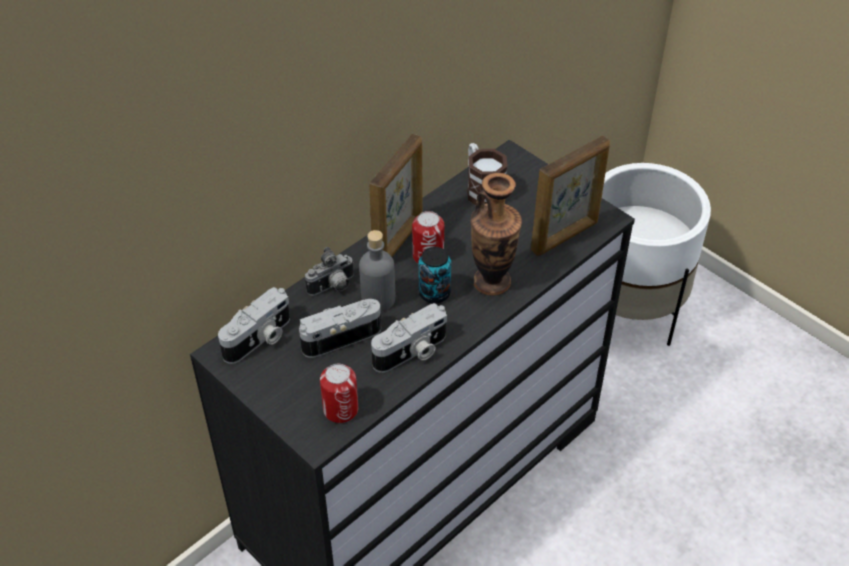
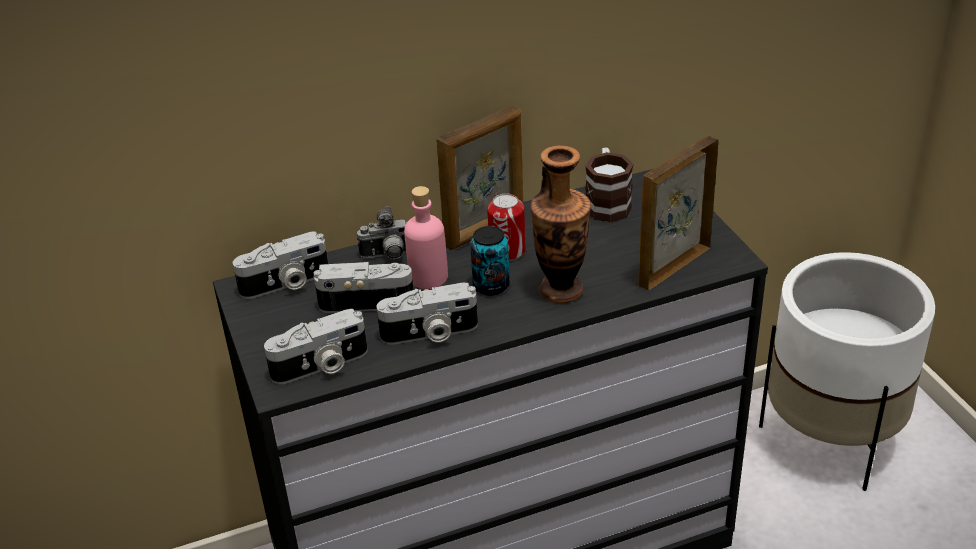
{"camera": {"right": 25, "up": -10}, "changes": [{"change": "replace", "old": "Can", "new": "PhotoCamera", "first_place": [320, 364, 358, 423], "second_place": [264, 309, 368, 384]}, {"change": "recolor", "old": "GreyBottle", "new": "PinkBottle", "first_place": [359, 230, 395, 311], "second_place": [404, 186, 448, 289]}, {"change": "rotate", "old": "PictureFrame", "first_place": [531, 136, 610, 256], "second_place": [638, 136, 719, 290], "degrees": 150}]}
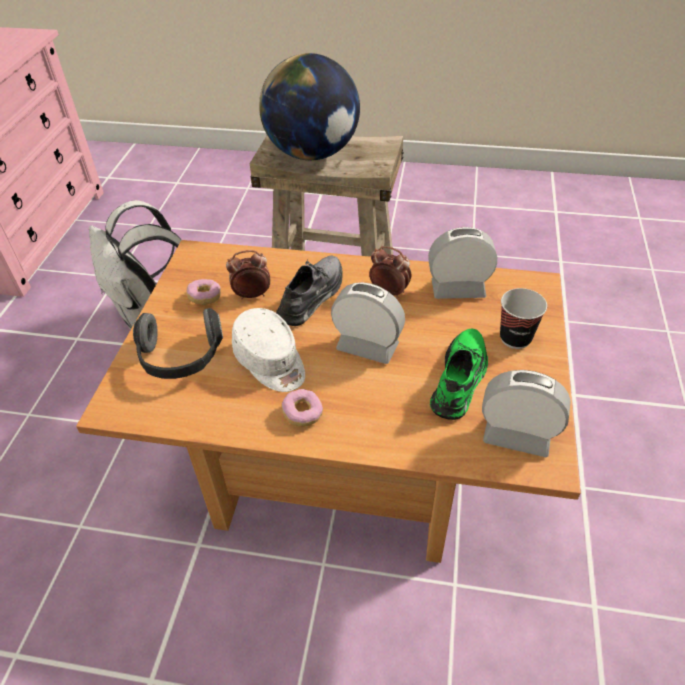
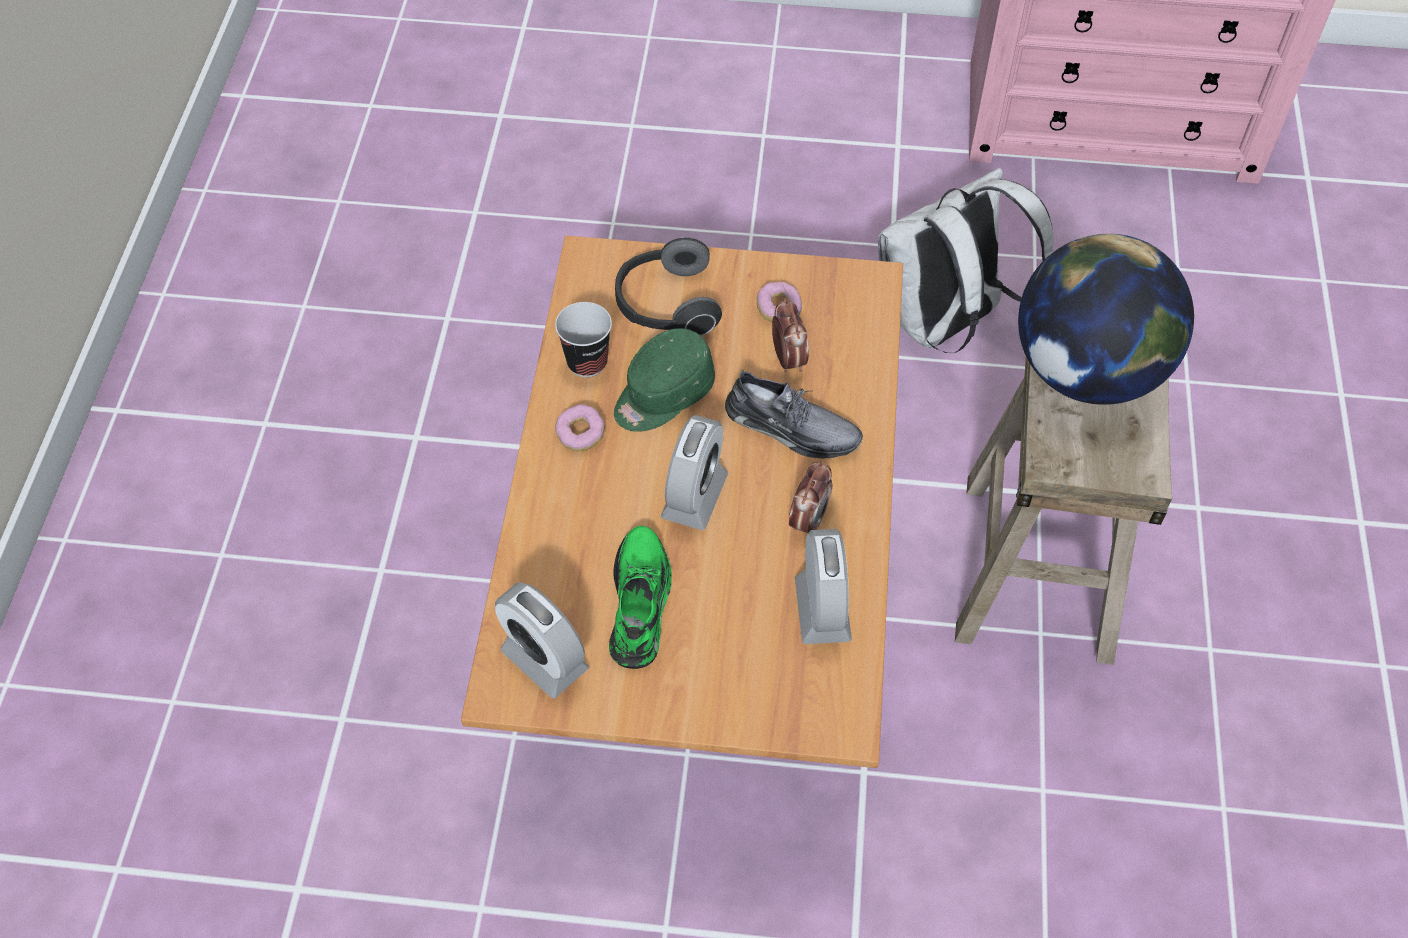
{"camera": {"right": 85, "up": 10}, "changes": [{"change": "move", "old": "Cup", "first_place": [500, 288, 547, 349], "second_place": [555, 302, 612, 377]}, {"change": "recolor", "old": "WhiteCap", "new": "GreenCap", "first_place": [232, 308, 305, 392], "second_place": [614, 328, 715, 432]}, {"change": "rotate", "old": "GreenShoe", "first_place": [430, 328, 488, 420], "second_place": [609, 526, 672, 669], "degrees": -105}, {"change": "rotate", "old": "AlarmClock", "first_place": [482, 370, 571, 457], "second_place": [495, 583, 589, 698], "degrees": 120}]}
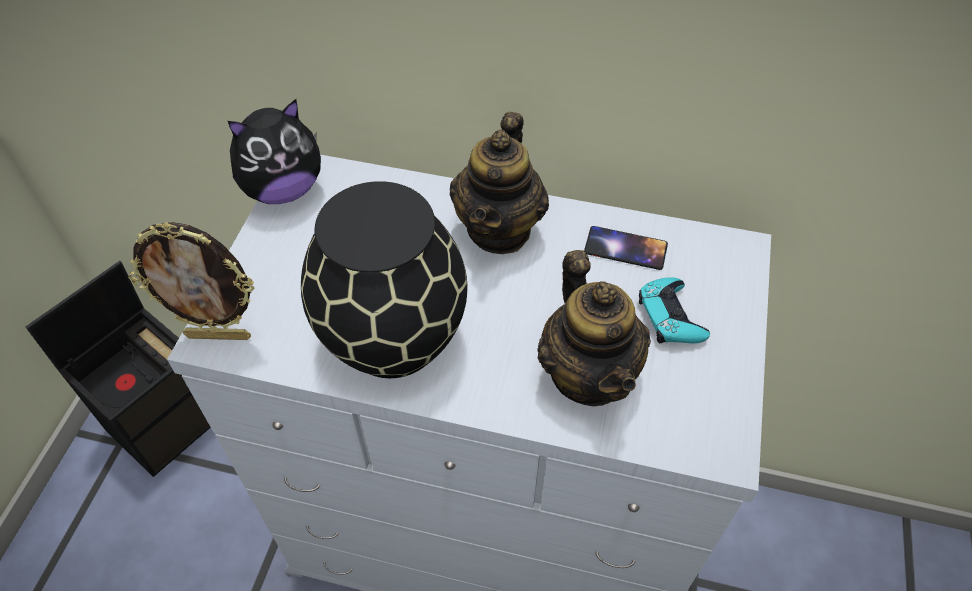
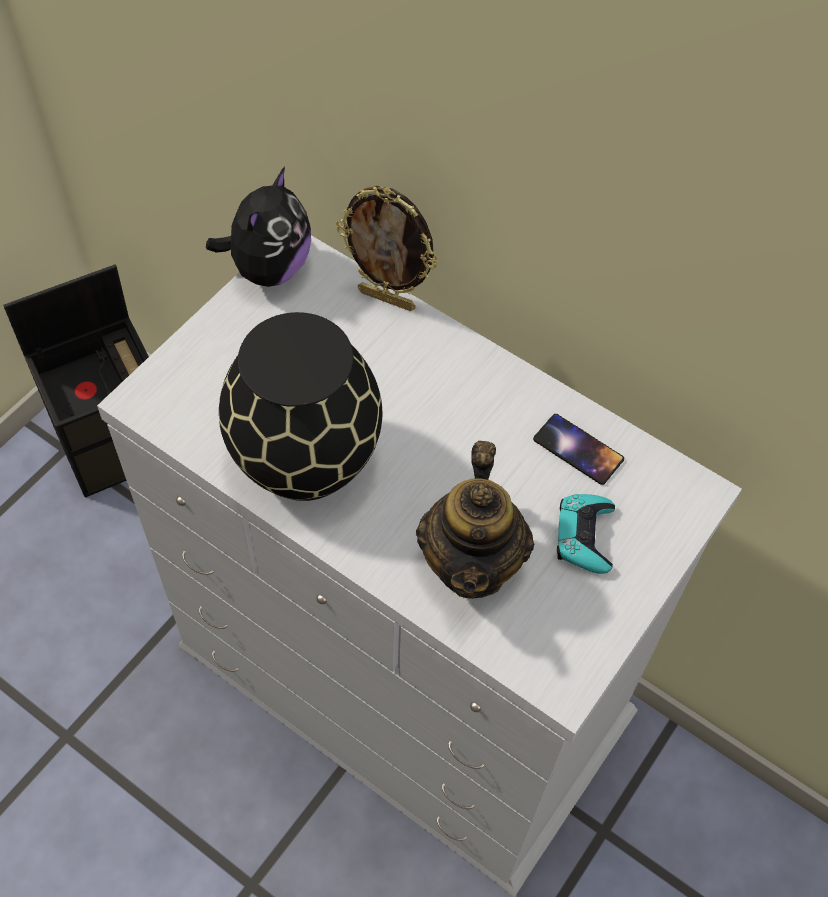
{"camera": {"right": 20, "up": 5}, "changes": [{"change": "delete", "old": "Teapot", "first_place": [450, 112, 549, 254]}, {"change": "move", "old": "PictureFrame", "first_place": [128, 222, 254, 340], "second_place": [336, 186, 438, 311]}, {"change": "rotate", "old": "PlushToy", "first_place": [228, 99, 321, 204], "second_place": [206, 167, 311, 287], "degrees": -60}]}
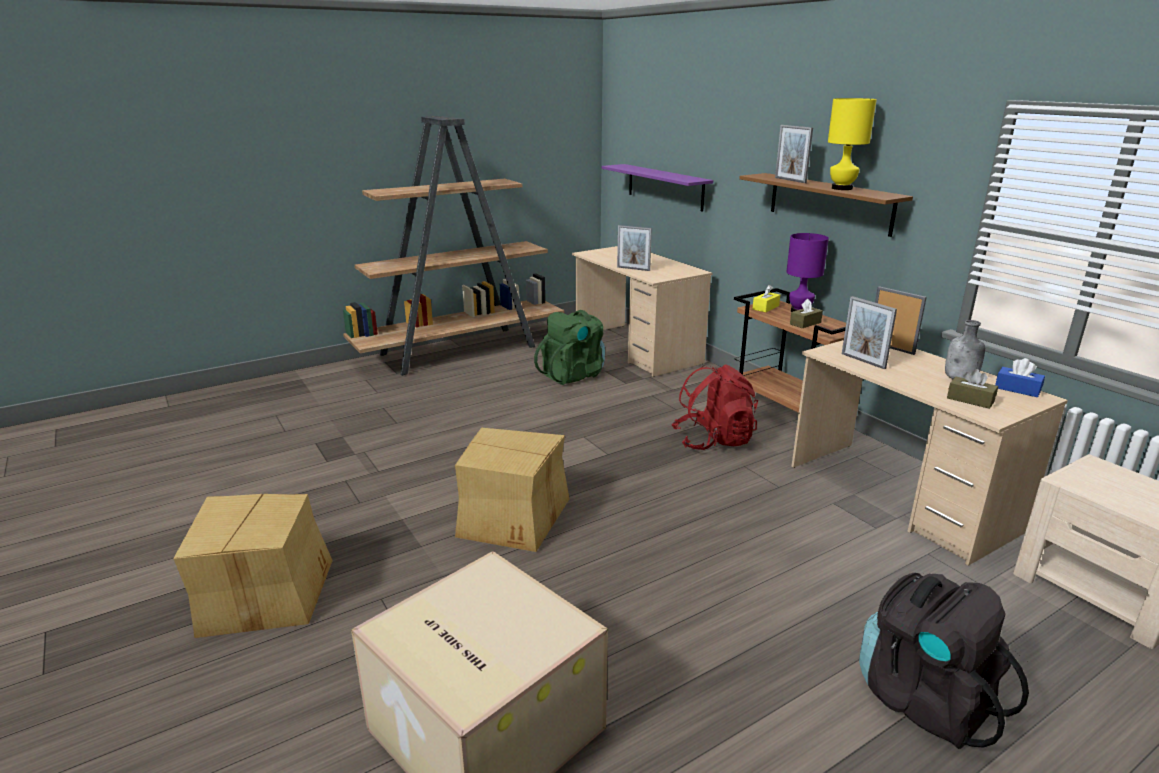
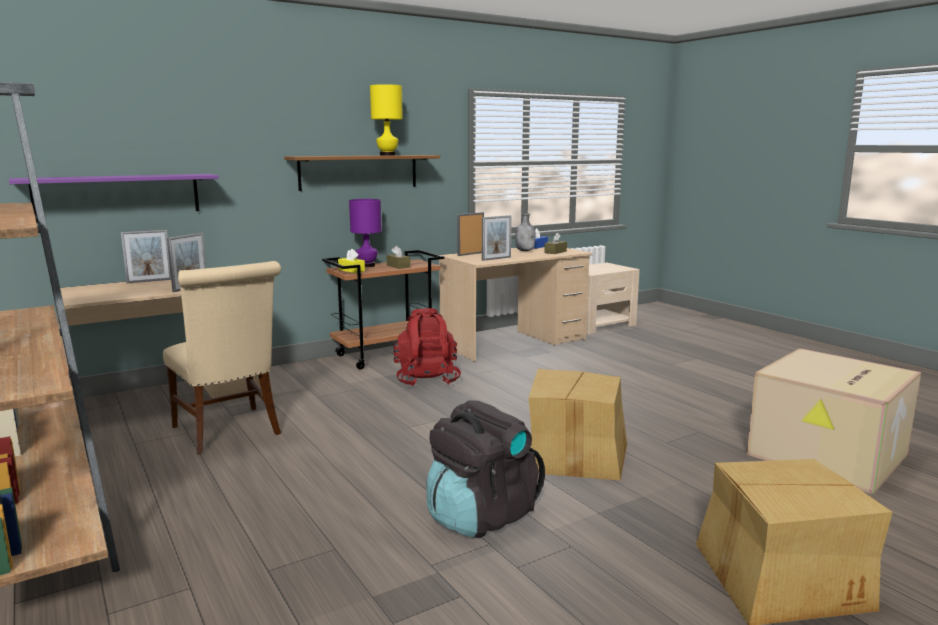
{"camera": {"right": -90, "up": -10}, "changes": [{"change": "move", "old": "PictureFrame", "first_place": [775, 125, 813, 183], "second_place": [121, 229, 171, 283]}, {"change": "move", "old": "BlackBackpack", "first_place": [859, 573, 1029, 749], "second_place": [427, 400, 545, 538]}, {"change": "replace", "old": "GreenBackpack", "new": "BeigeChair", "first_place": [534, 310, 605, 385], "second_place": [163, 261, 281, 455]}]}
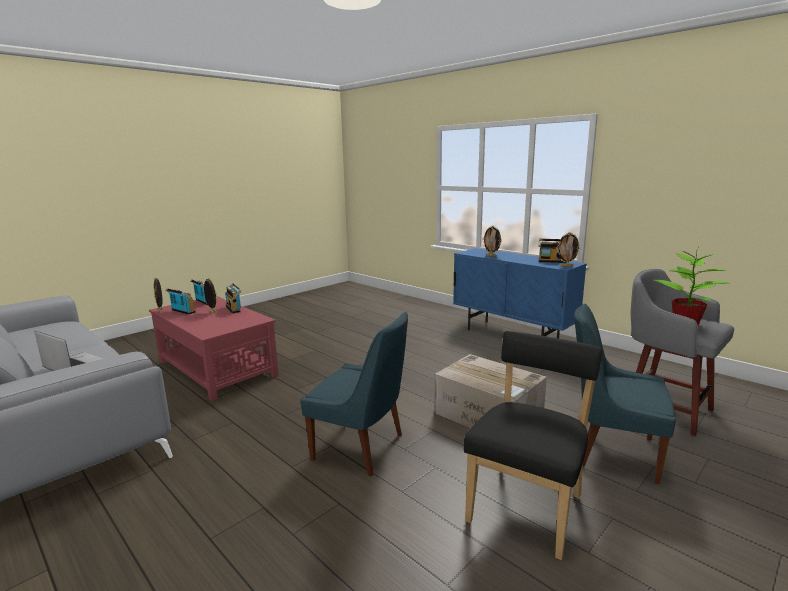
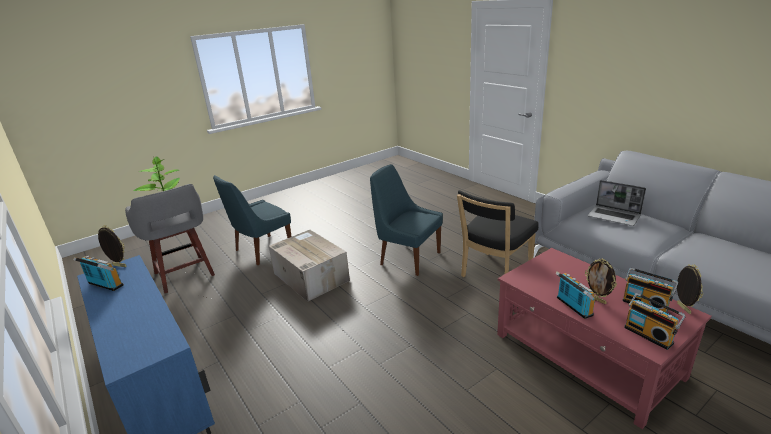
{"camera": {"right": -170, "up": 10}, "changes": [{"change": "delete", "old": "PictureFrame", "first_place": [482, 226, 502, 257]}, {"change": "move", "old": "BlackChair", "first_place": [464, 331, 603, 560], "second_place": [457, 190, 539, 277]}, {"change": "rotate", "old": "BlueChair", "first_place": [574, 304, 676, 484], "second_place": [213, 175, 291, 265], "degrees": 105}]}
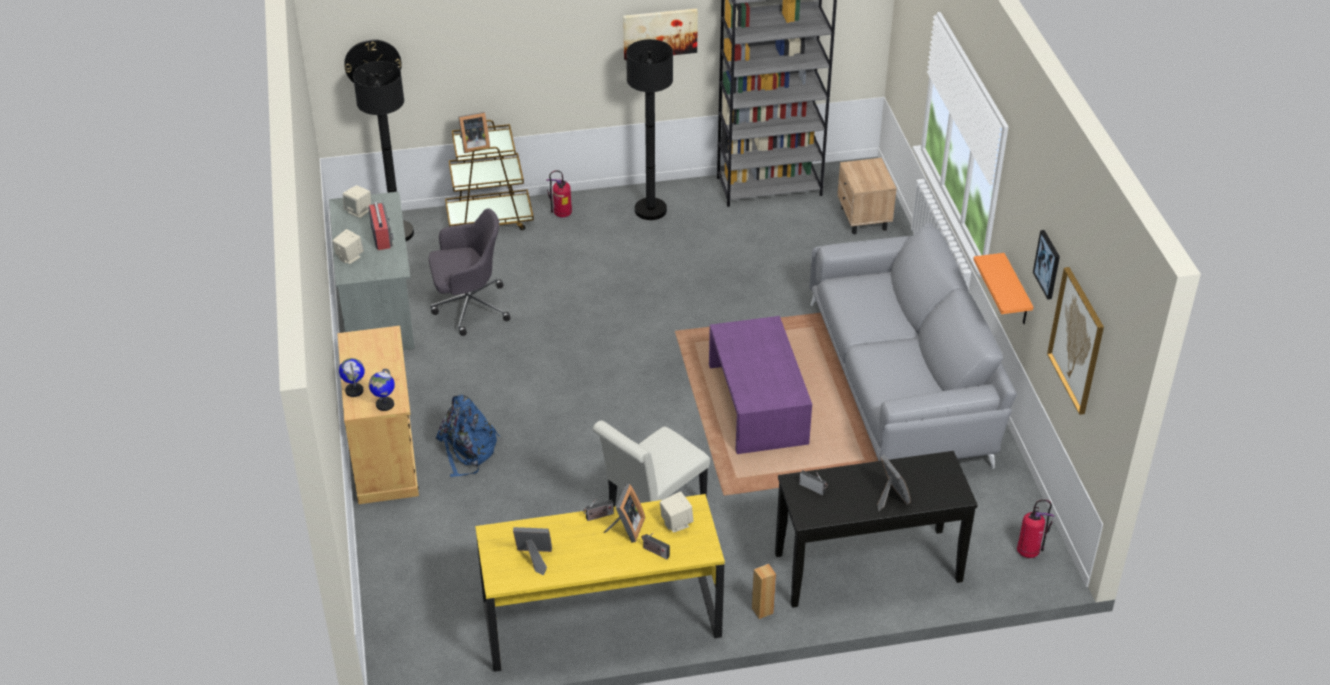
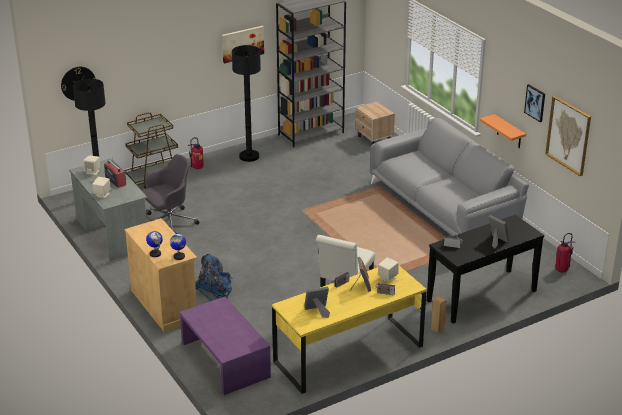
{"camera": {"right": -20, "up": -10}, "changes": [{"change": "delete", "old": "PictureFrame", "first_place": [458, 112, 490, 153]}, {"change": "move", "old": "PurpleCoffeeTable", "first_place": [709, 316, 812, 454], "second_place": [180, 296, 271, 395]}]}
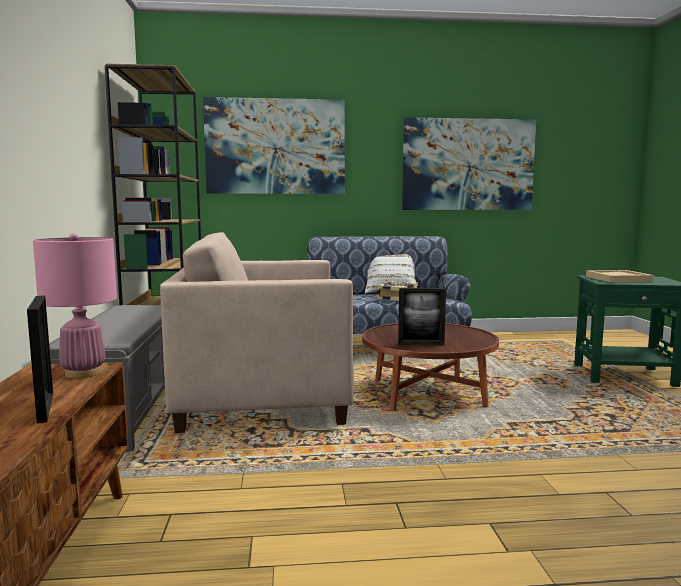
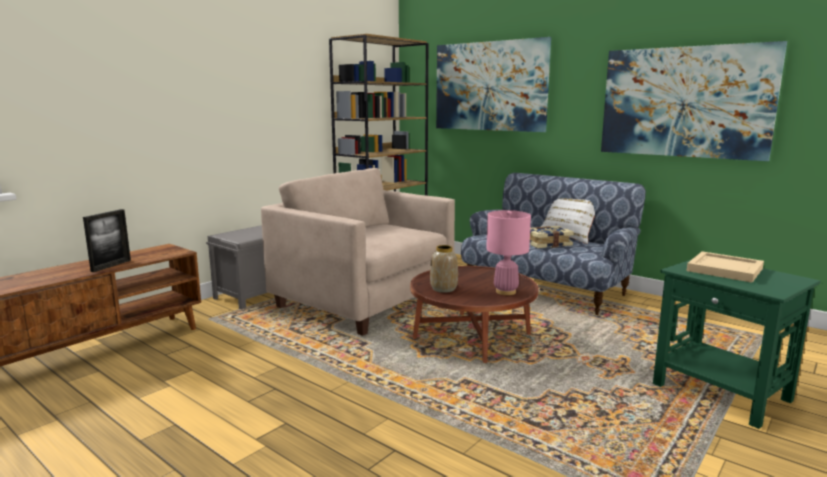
{"camera": {"right": 45, "up": 5}, "changes": [{"change": "move", "old": "PinkTableLamp", "first_place": [33, 233, 117, 379], "second_place": [486, 210, 531, 295]}, {"change": "replace", "old": "PictureFrame", "new": "Vase", "first_place": [398, 288, 446, 346], "second_place": [430, 245, 458, 293]}]}
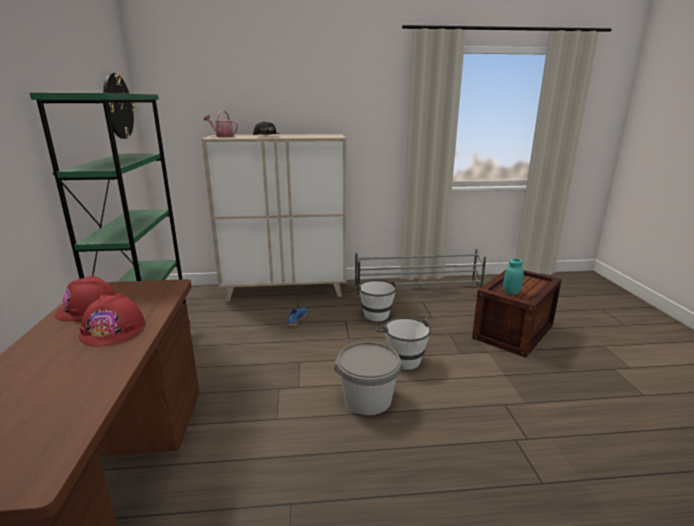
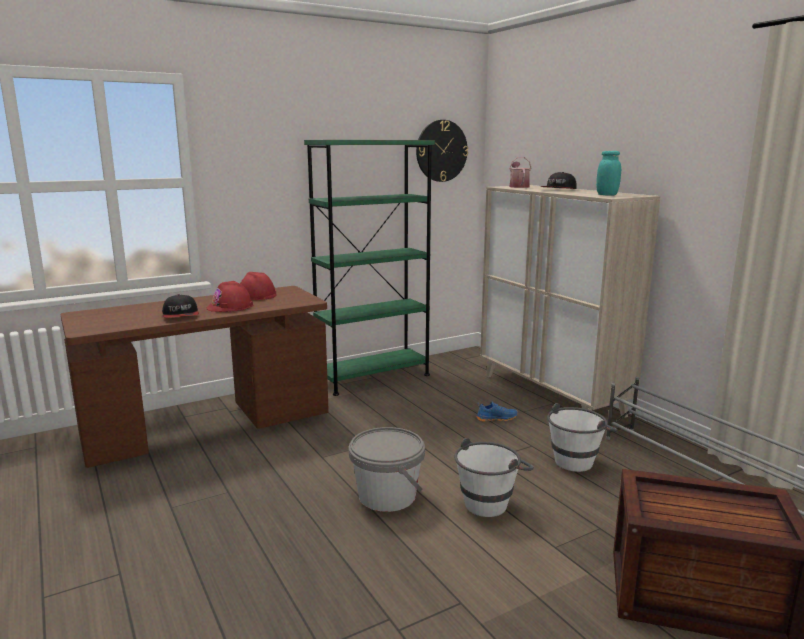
{"camera": {"right": 65, "up": -5}, "changes": [{"change": "insert", "new": "Cap", "second_place": [162, 294, 199, 318]}, {"change": "move", "old": "TurquoiseJar", "first_place": [503, 259, 524, 295], "second_place": [596, 151, 621, 196]}]}
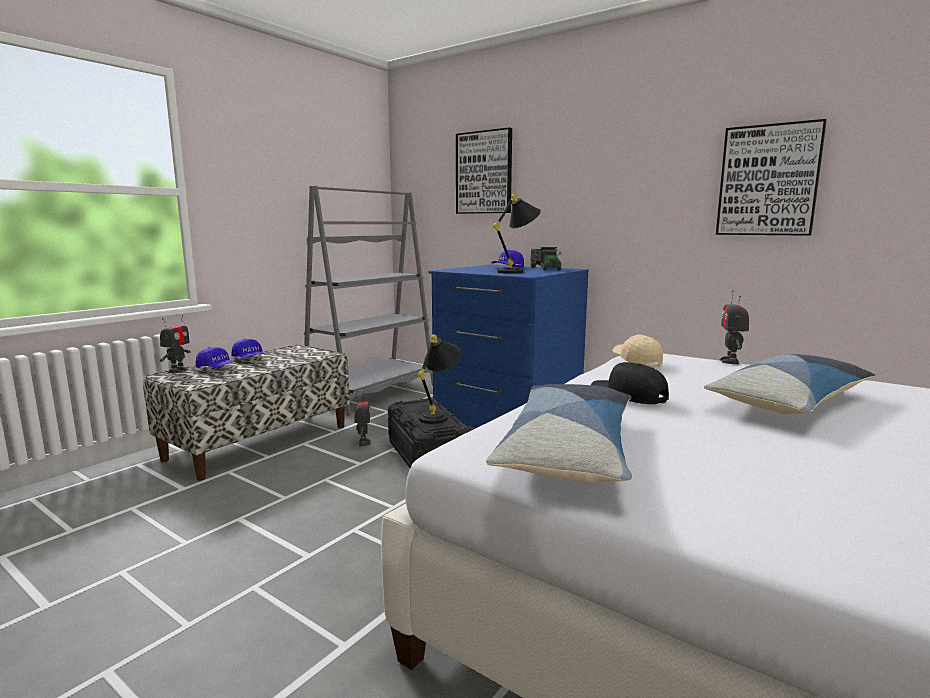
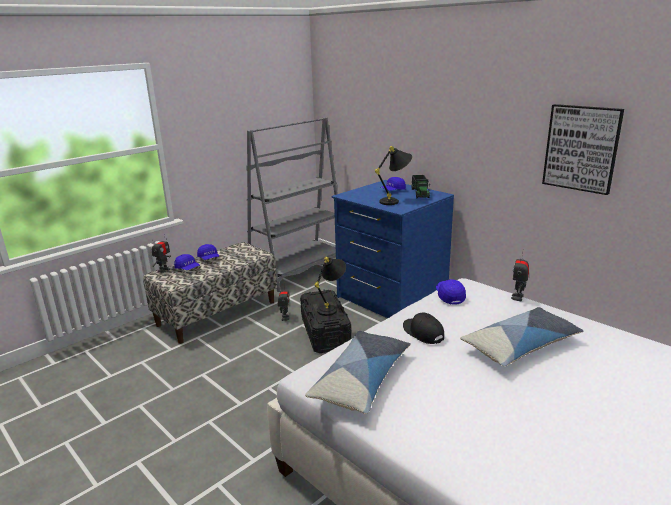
{"camera": {"right": 10, "up": 10}, "changes": [{"change": "delete", "old": "Picture", "first_place": [456, 127, 512, 214]}, {"change": "recolor", "old": "BeigeCap", "new": "BlueCap", "first_place": [613, 334, 663, 368], "second_place": [436, 279, 466, 305]}]}
